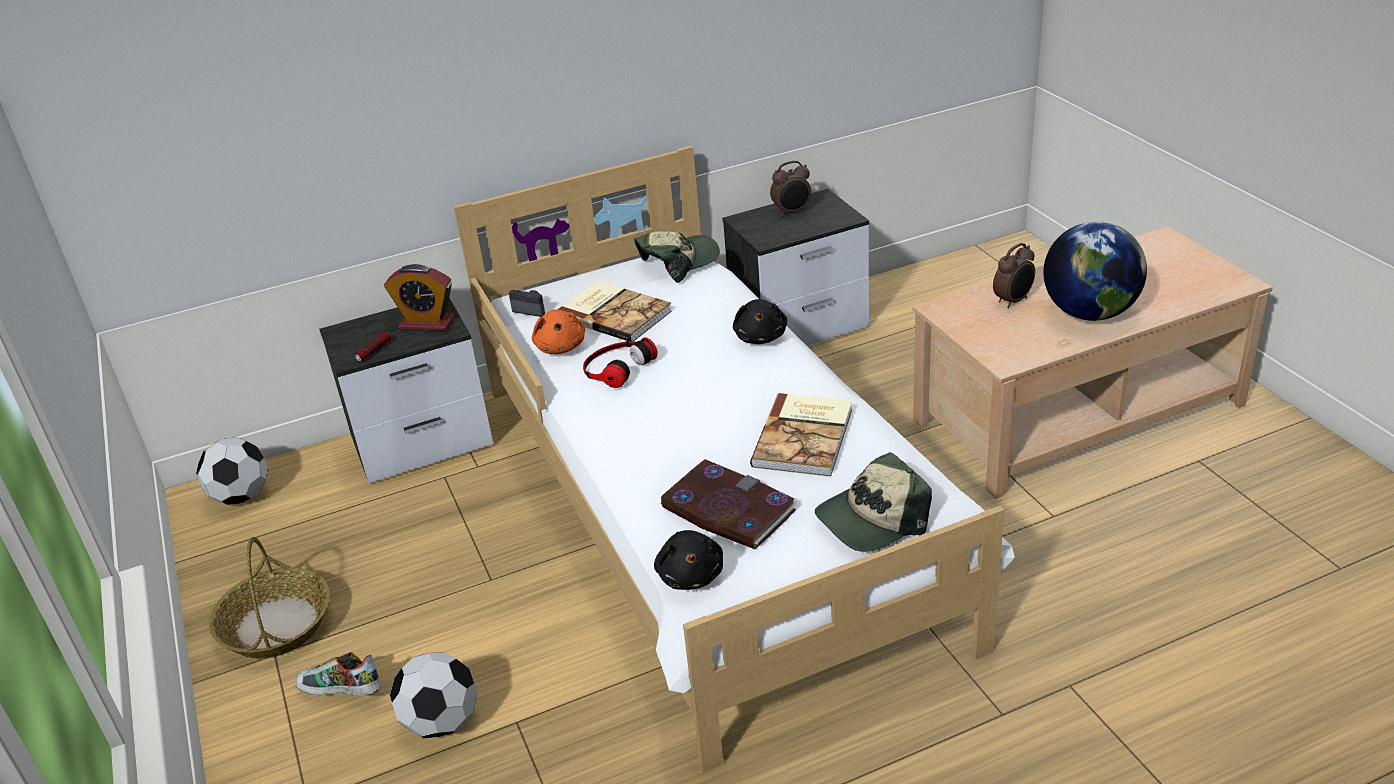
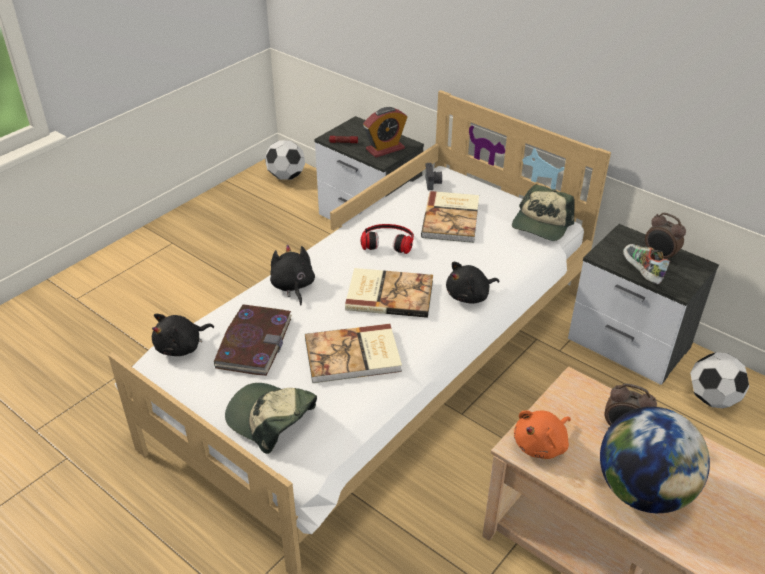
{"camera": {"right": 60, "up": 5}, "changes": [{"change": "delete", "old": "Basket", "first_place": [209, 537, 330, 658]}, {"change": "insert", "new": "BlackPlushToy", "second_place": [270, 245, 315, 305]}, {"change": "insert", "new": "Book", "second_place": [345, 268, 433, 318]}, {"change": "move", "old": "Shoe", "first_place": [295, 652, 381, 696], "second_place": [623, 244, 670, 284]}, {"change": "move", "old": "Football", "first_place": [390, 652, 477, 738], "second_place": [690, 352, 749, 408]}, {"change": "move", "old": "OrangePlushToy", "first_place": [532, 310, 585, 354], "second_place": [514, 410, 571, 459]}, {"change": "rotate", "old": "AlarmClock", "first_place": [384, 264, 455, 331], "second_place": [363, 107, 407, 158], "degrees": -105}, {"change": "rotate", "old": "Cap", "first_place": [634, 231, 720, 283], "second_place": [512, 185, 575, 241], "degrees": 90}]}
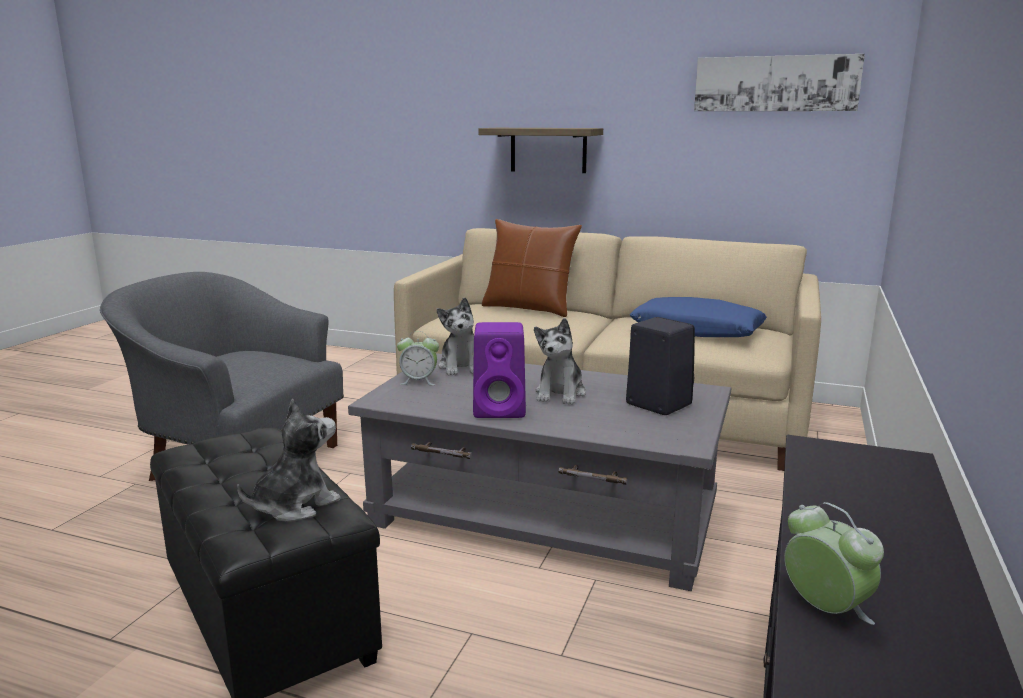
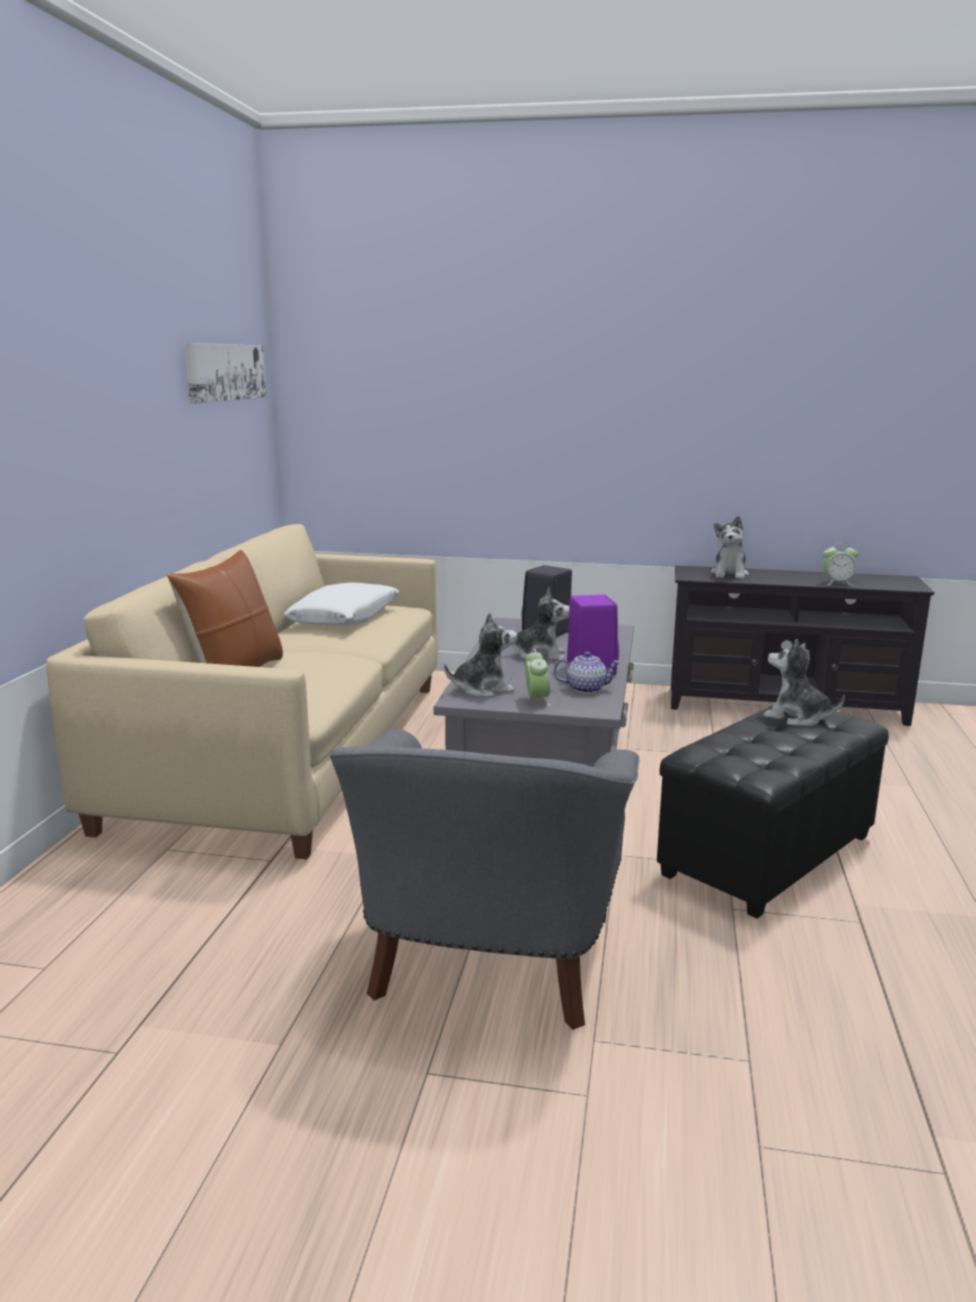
{"camera": {"right": -100, "up": 0}, "changes": [{"change": "delete", "old": "Shelf", "first_place": [478, 128, 603, 173]}, {"change": "insert", "new": "Teapot", "second_place": [554, 652, 621, 693]}, {"change": "insert", "new": "PlushToy", "second_place": [711, 516, 749, 579]}, {"change": "recolor", "old": "BluePillow", "new": "WhitePillow", "first_place": [630, 297, 767, 337], "second_place": [284, 582, 400, 626]}, {"change": "rotate", "old": "AlarmClock", "first_place": [784, 502, 884, 625], "second_place": [823, 542, 858, 586], "degrees": -135}]}
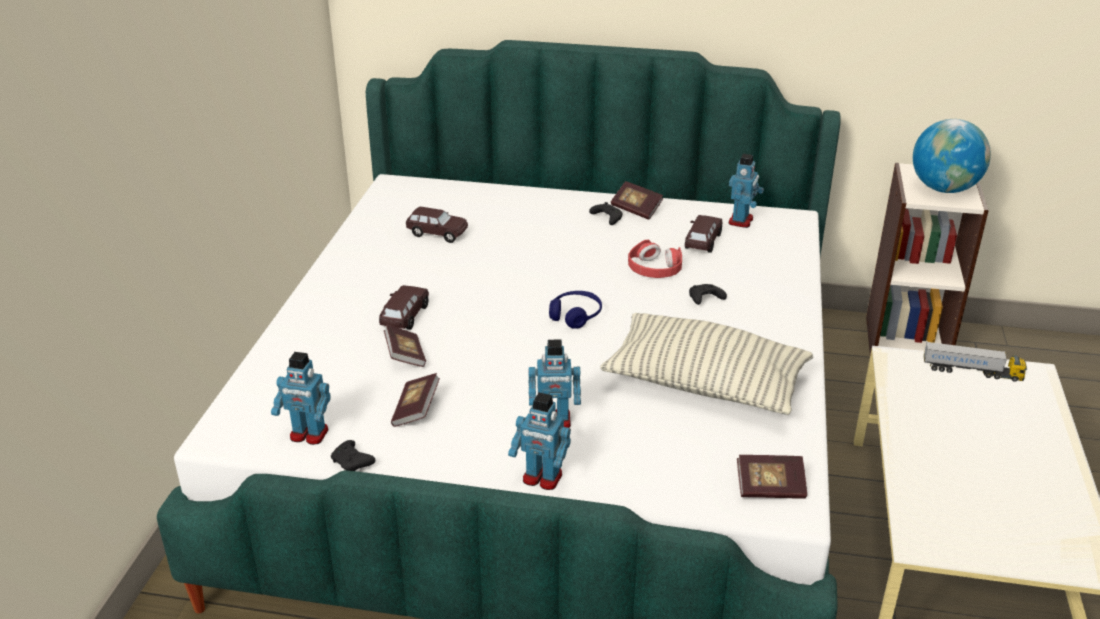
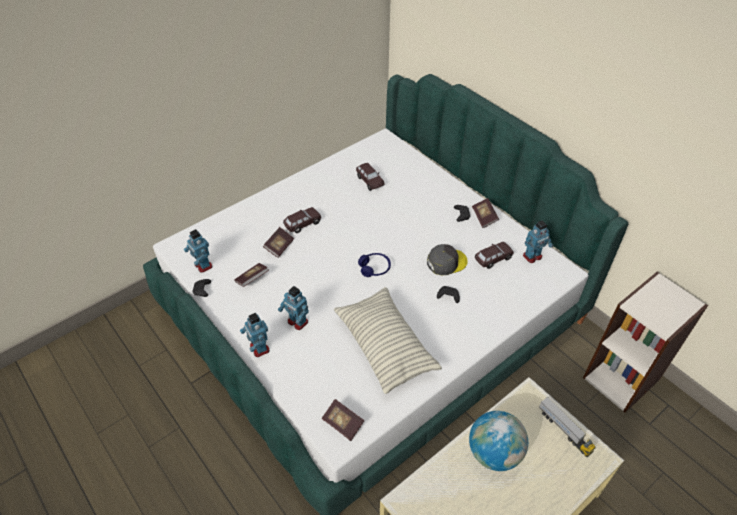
{"camera": {"right": 40, "up": 15}, "changes": [{"change": "move", "old": "Globe", "first_place": [913, 119, 991, 193], "second_place": [469, 411, 528, 471]}, {"change": "replace", "old": "RedHeadphones", "new": "GreyCap", "first_place": [628, 240, 682, 278], "second_place": [427, 244, 468, 275]}]}
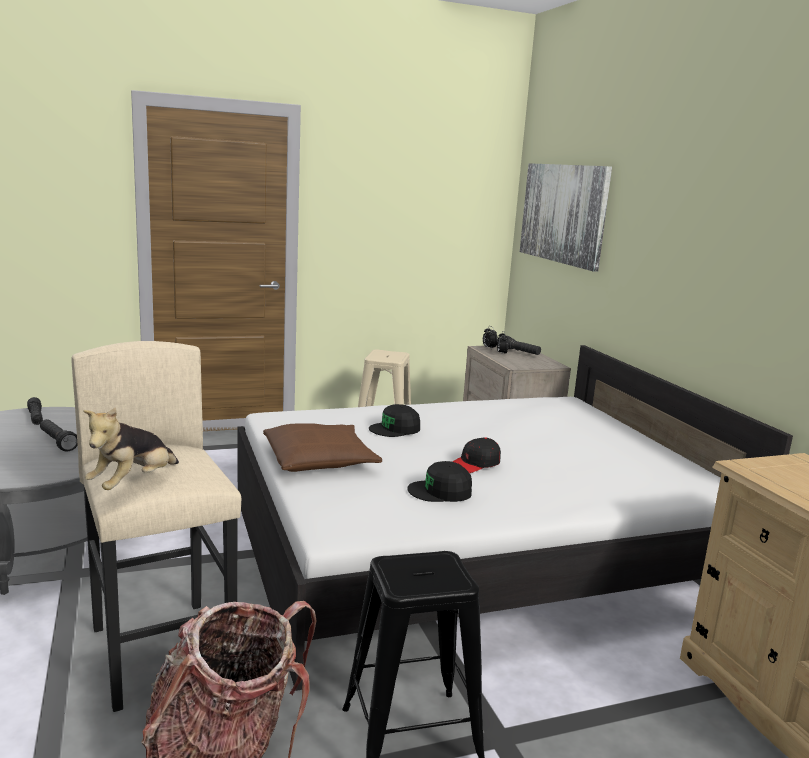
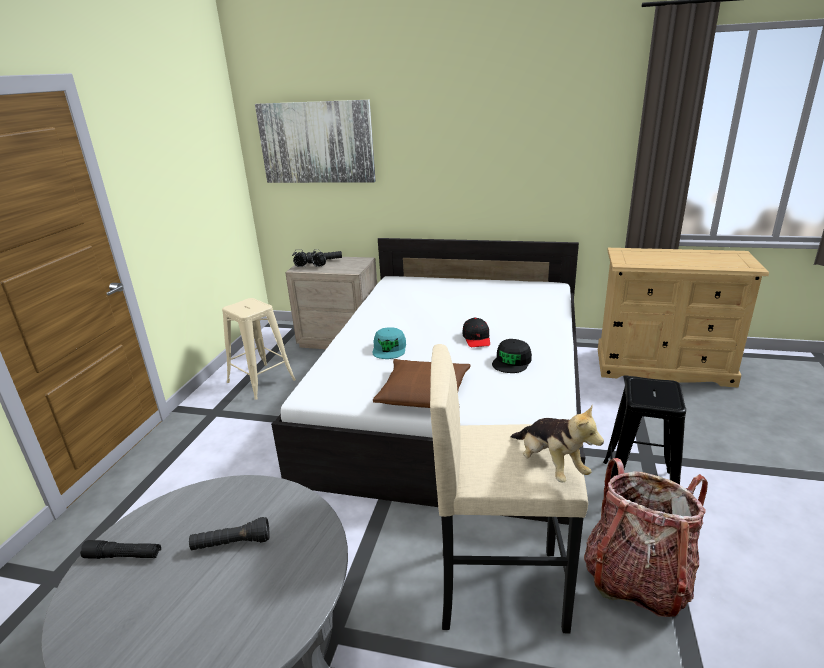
{"camera": {"right": -55, "up": 10}, "changes": [{"change": "recolor", "old": "BlackCap", "new": "TurquoiseCap", "first_place": [369, 404, 420, 437], "second_place": [373, 327, 406, 359]}]}
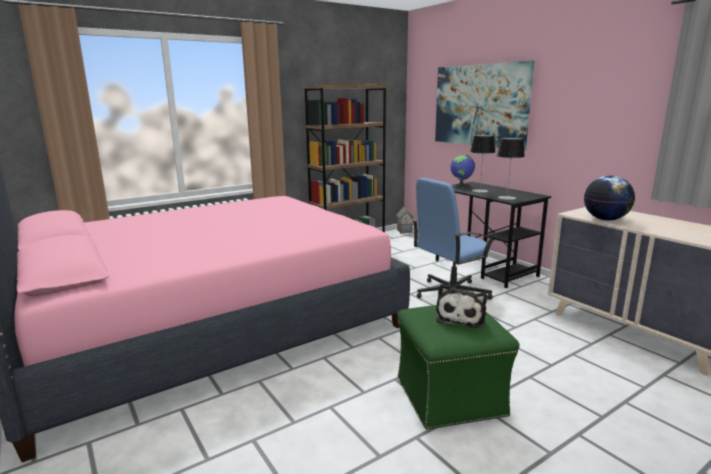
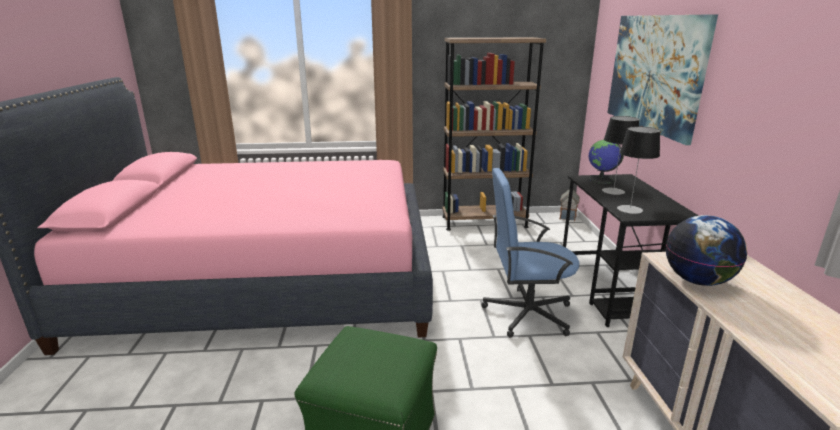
{"camera": {"right": 30, "up": 5}, "changes": [{"change": "delete", "old": "PlushToy", "first_place": [436, 283, 487, 328]}]}
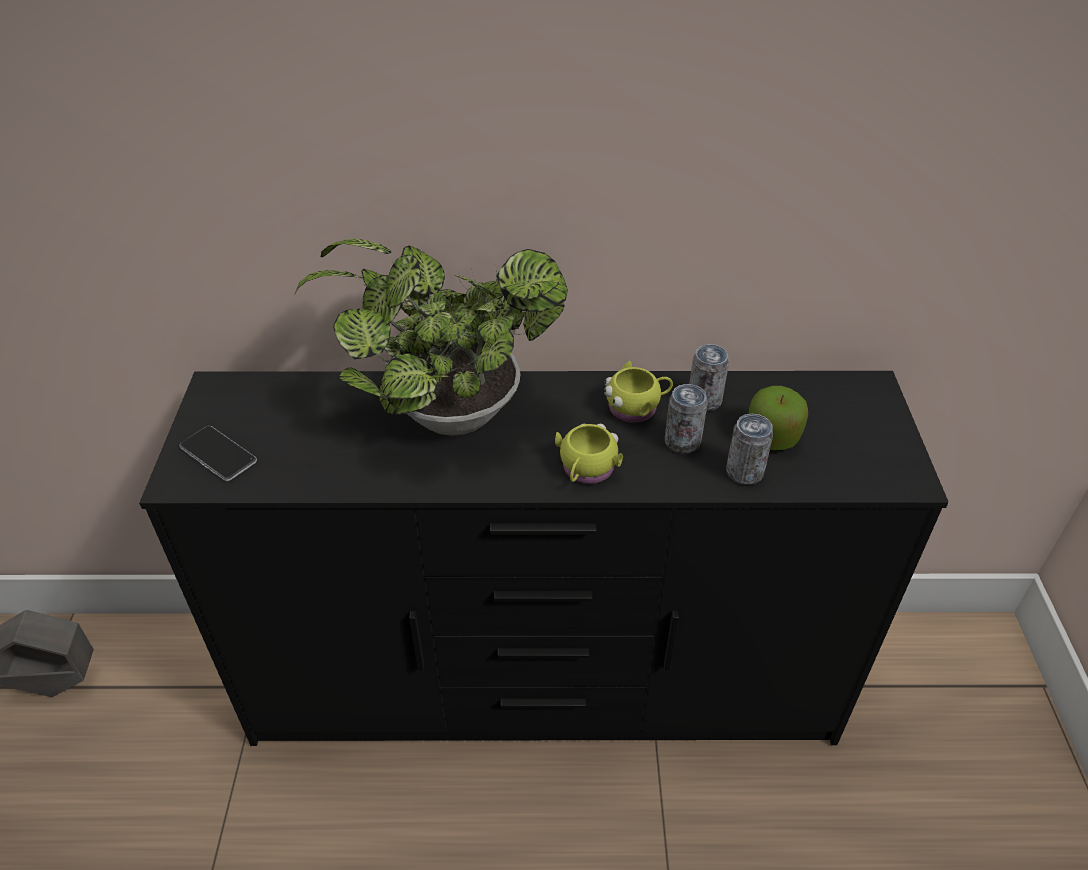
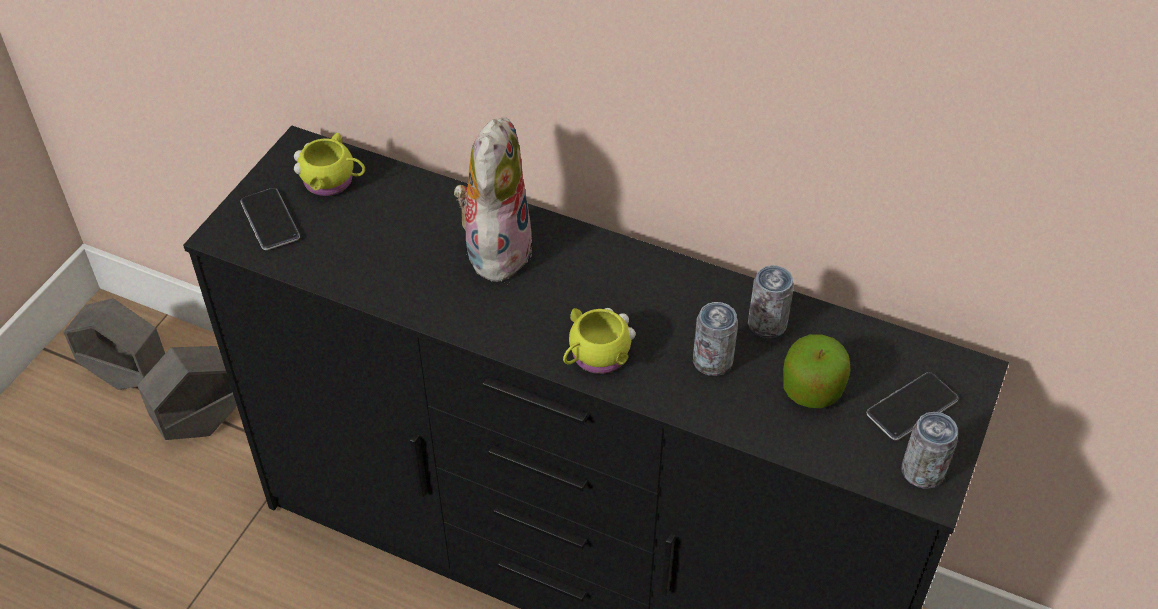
{"camera": {"right": 25, "up": 5}, "changes": [{"change": "insert", "new": "GreyPlanter", "second_place": [137, 346, 237, 440]}, {"change": "insert", "new": "Phone", "second_place": [867, 372, 958, 440]}, {"change": "move", "old": "YellowMug", "first_place": [604, 361, 673, 423], "second_place": [294, 133, 365, 196]}, {"change": "move", "old": "Can", "first_place": [726, 413, 773, 485], "second_place": [901, 412, 958, 489]}, {"change": "replace", "old": "PottedPlant", "new": "PlushToy", "first_place": [295, 239, 568, 436], "second_place": [454, 118, 532, 282]}]}
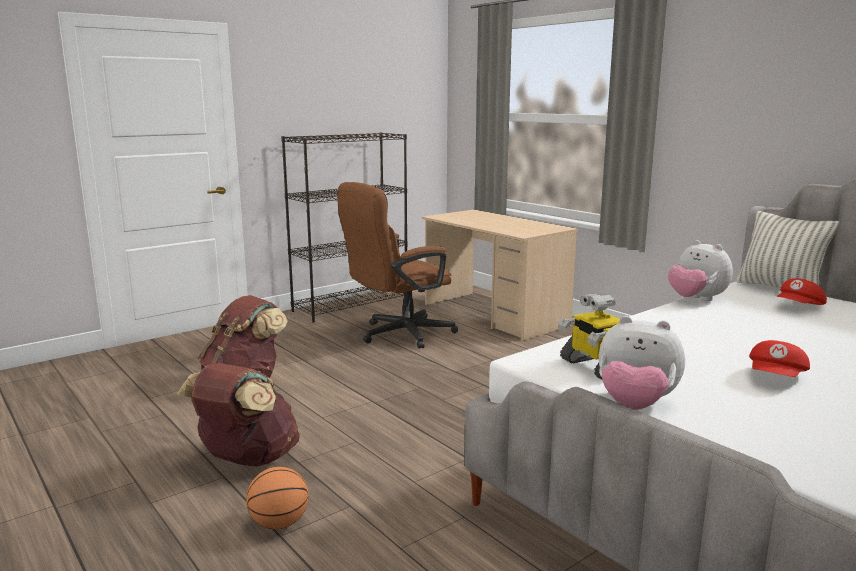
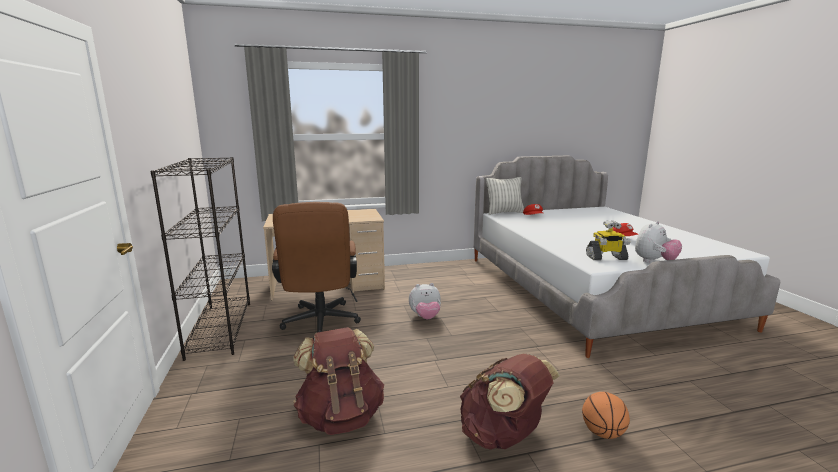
{"camera": {"right": -65, "up": 0}, "changes": [{"change": "move", "old": "PlushToy", "first_place": [668, 240, 733, 301], "second_place": [409, 283, 441, 319]}]}
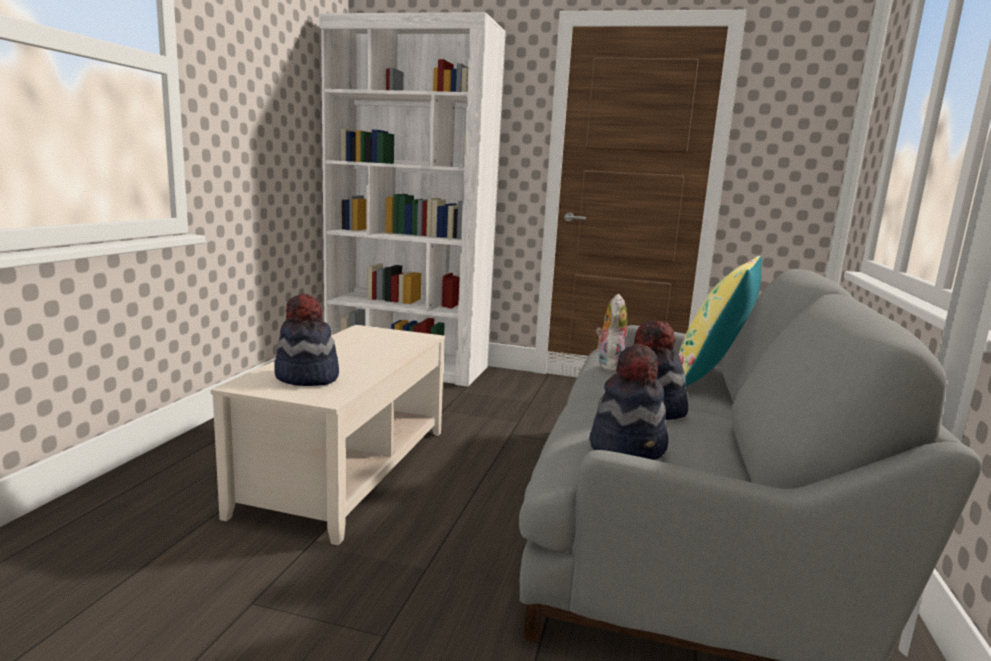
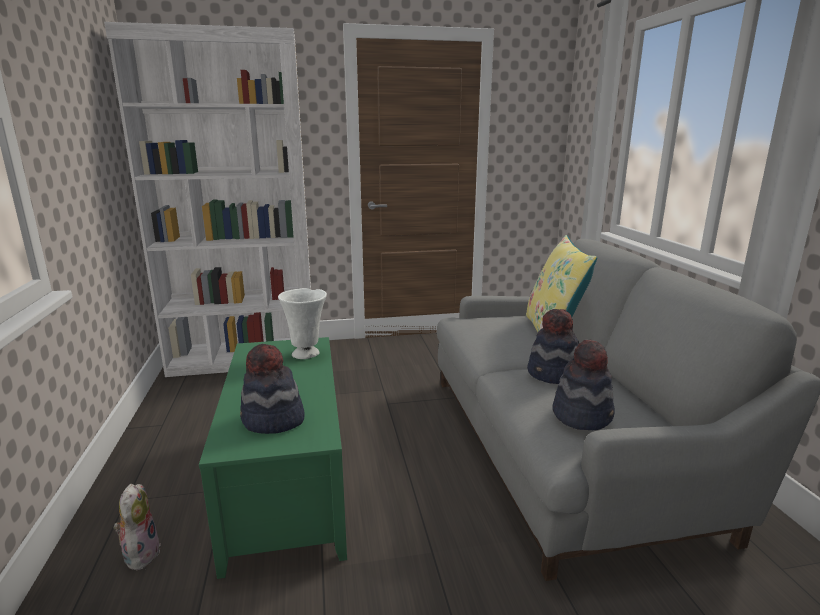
{"camera": {"right": -25, "up": 5}, "changes": [{"change": "insert", "new": "WhiteVase", "second_place": [278, 288, 327, 359]}, {"change": "move", "old": "PlushToy", "first_place": [596, 294, 627, 371], "second_place": [114, 484, 160, 570]}, {"change": "recolor", "old": "BeigeCoffeeTable", "new": "GreenCoffeeTable", "first_place": [211, 325, 445, 545], "second_place": [199, 337, 347, 579]}]}
